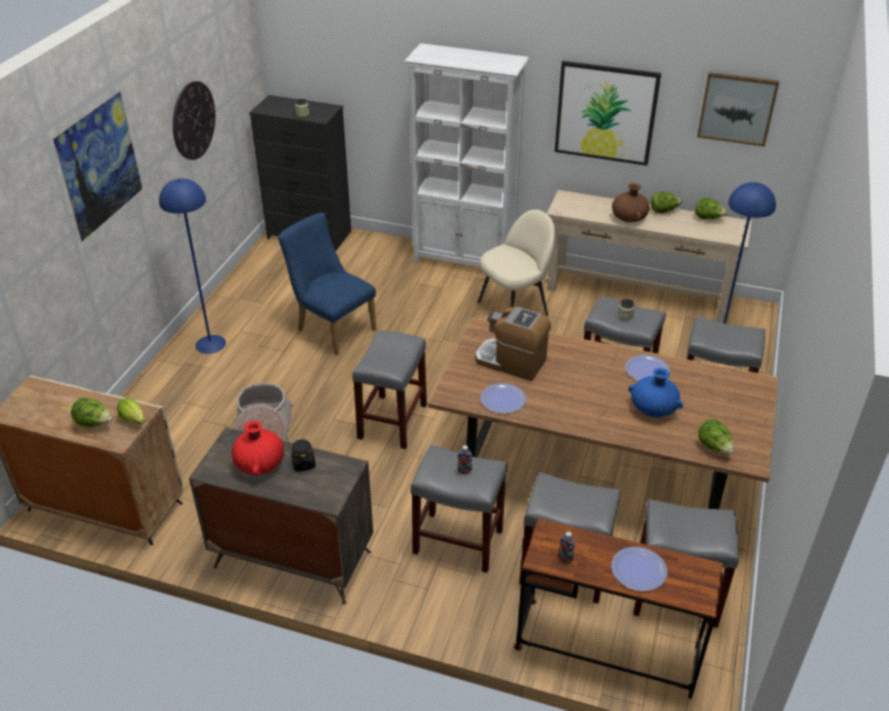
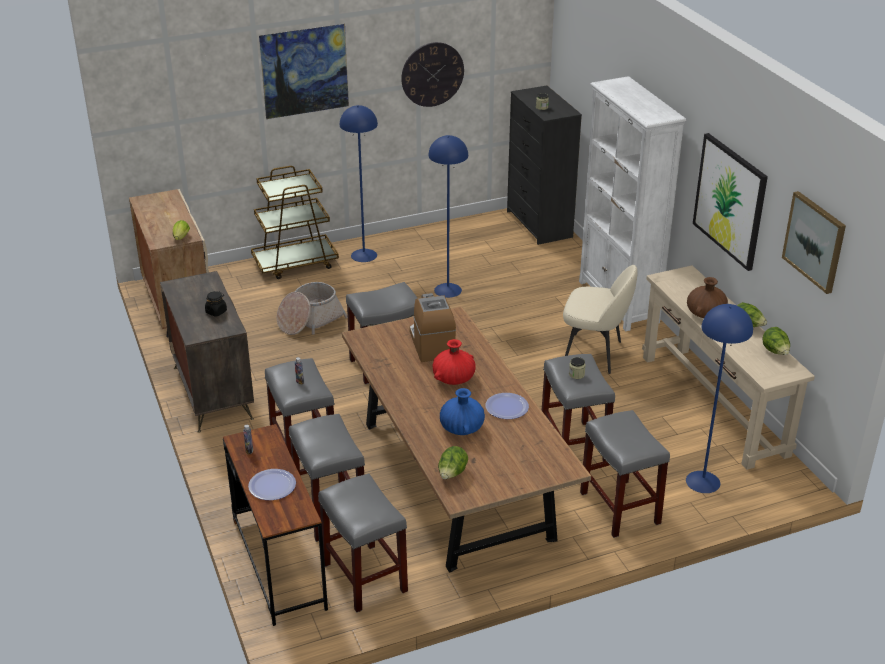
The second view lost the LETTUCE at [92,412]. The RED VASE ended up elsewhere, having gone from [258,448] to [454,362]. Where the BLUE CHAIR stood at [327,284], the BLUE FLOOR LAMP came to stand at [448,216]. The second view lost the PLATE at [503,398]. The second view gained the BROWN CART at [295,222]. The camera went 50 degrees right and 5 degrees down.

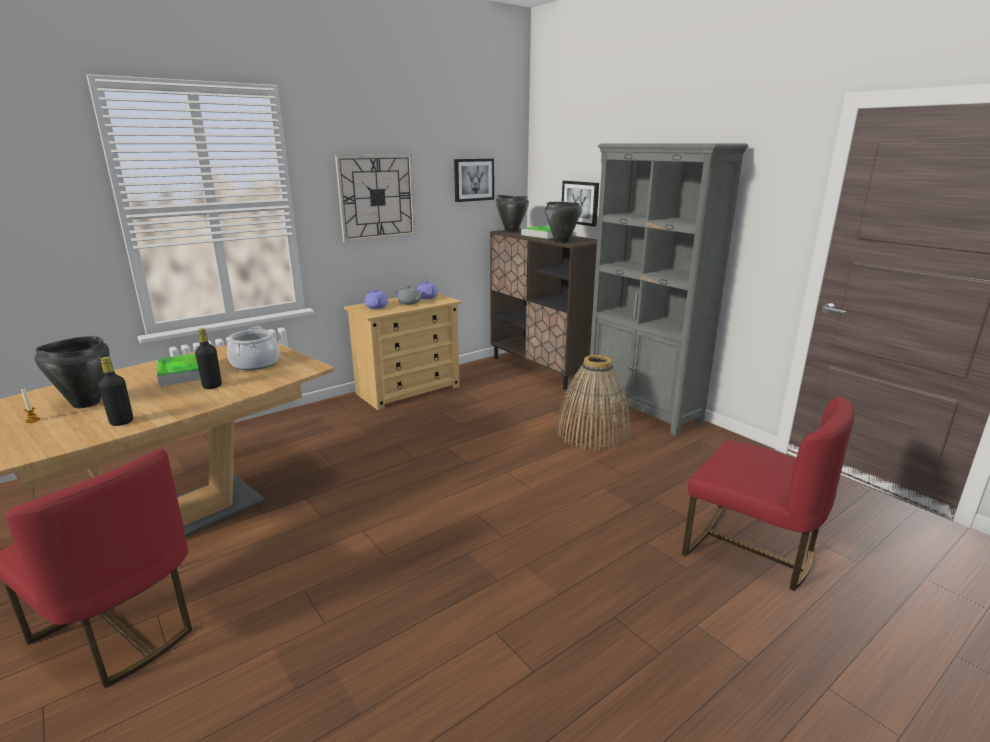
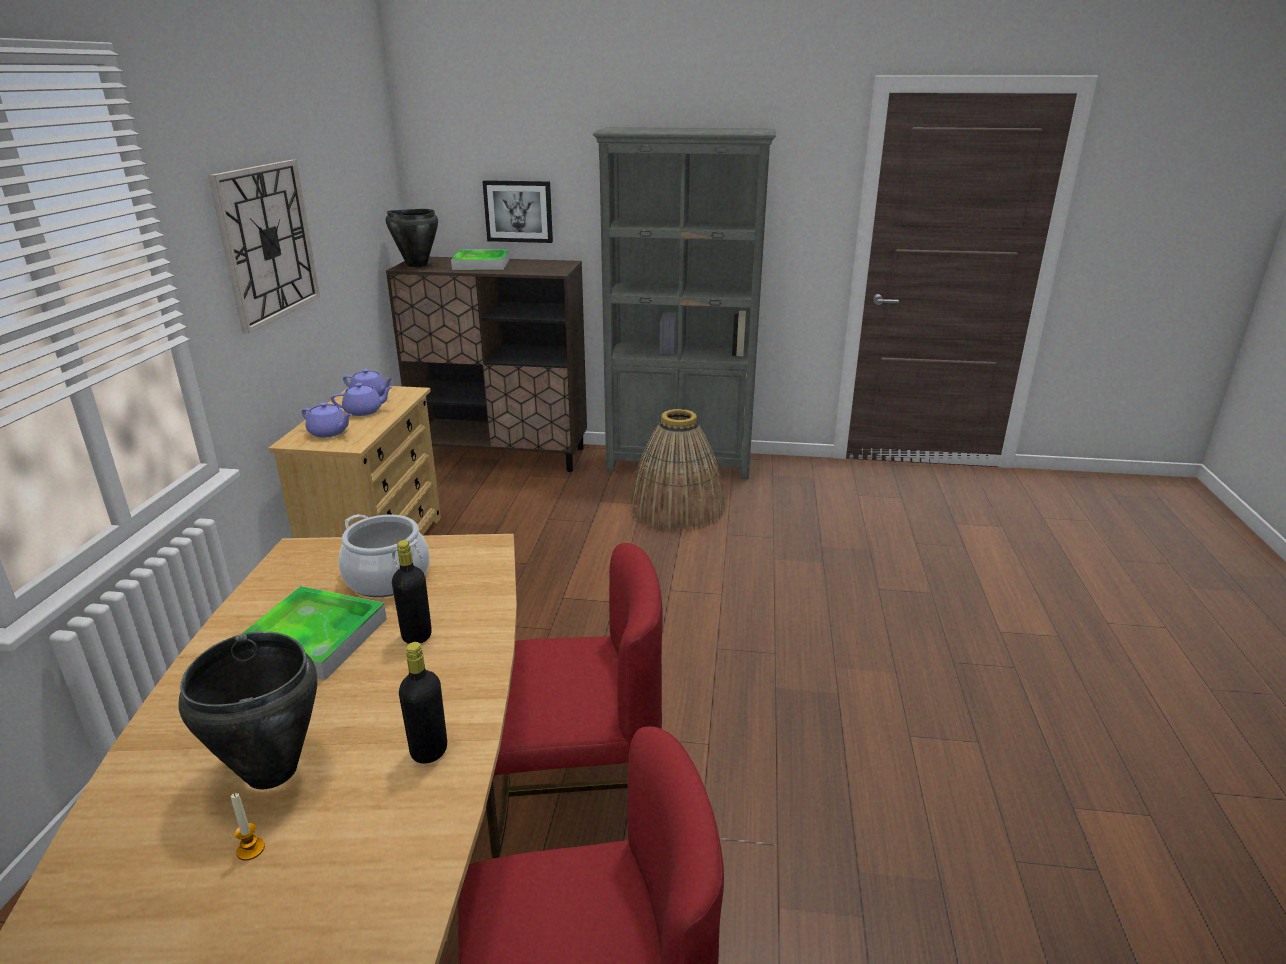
What was the GREY TEAPOT at [410,295] turned into the PURPLE TEAPOT at [362,399]. The second view lost the PICTURE at [474,180]. The second view lost the BLACK COOKING POT at [563,222]. The RED CHAIR ended up elsewhere, having gone from [768,494] to [574,700]. The camera went 45 degrees left and 5 degrees up.

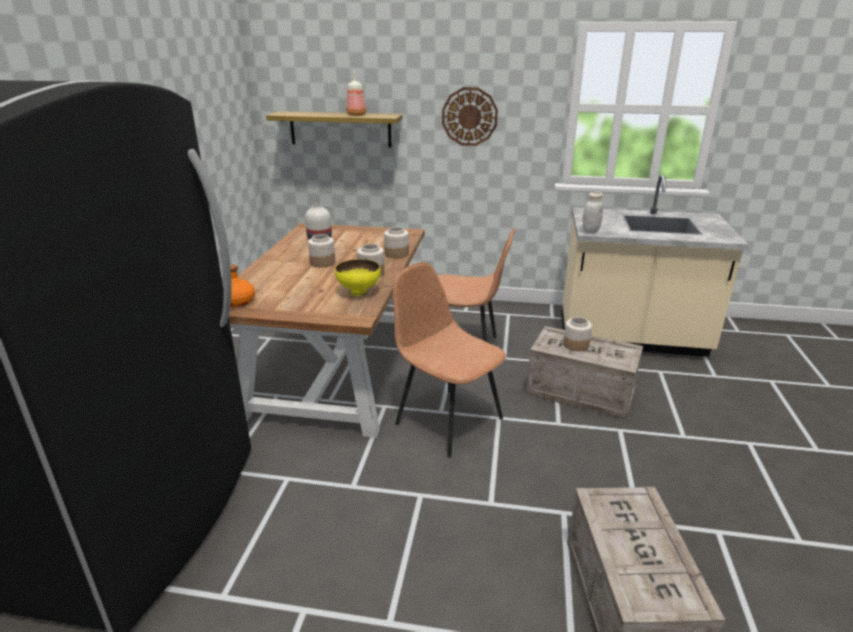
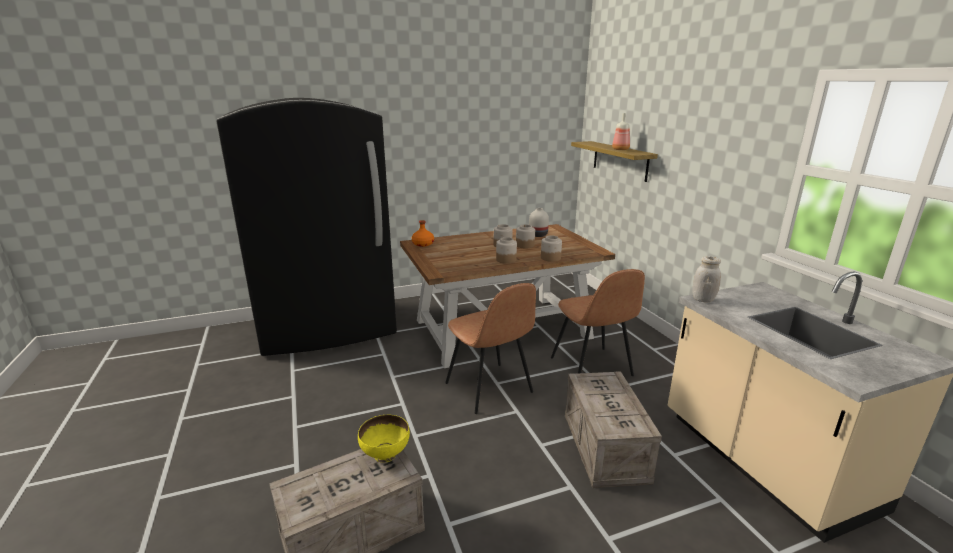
The YELLOW BOWL ended up elsewhere, having gone from [358,278] to [384,439]. The BROWN CHAIR at [449,360] ended up facing another way, 135 degrees clockwise from before. The second view lost the WALL CLOCK at [470,116]. The JAR ended up elsewhere, having gone from [577,334] to [525,236]. The camera went 60 degrees right and 5 degrees down.

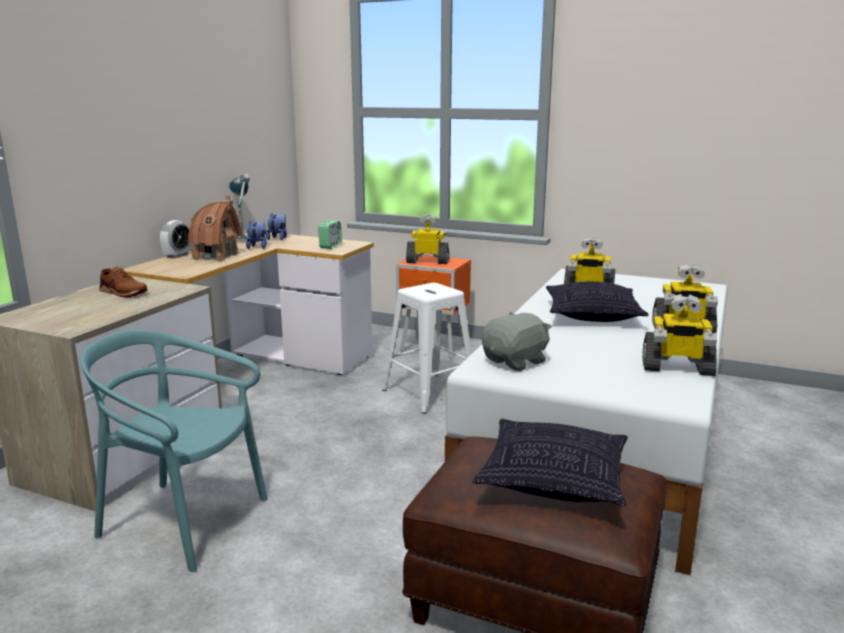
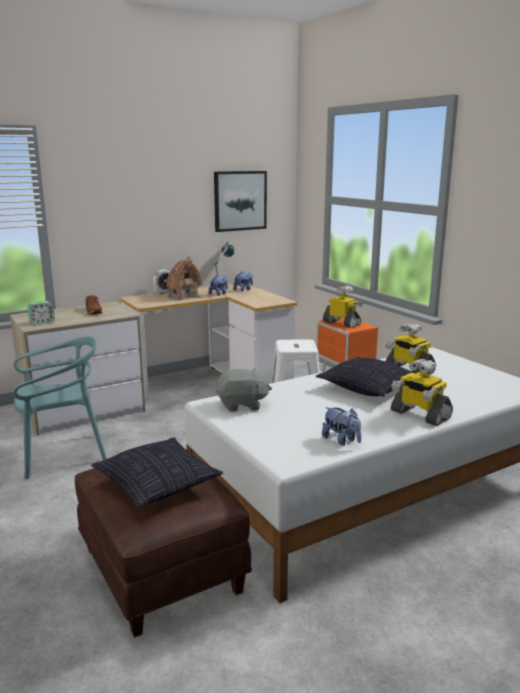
The TURQUOISE CHAIR at [174,451] ended up facing another way, 105 degrees clockwise from before. The ALARM CLOCK ended up elsewhere, having gone from [330,235] to [41,313]. Where the TOY ROBOT stood at [679,335], the PLUSH TOY came to stand at [341,426]. The second view gained the PICTURE at [240,201]. The camera went 35 degrees right and 0 degrees up.

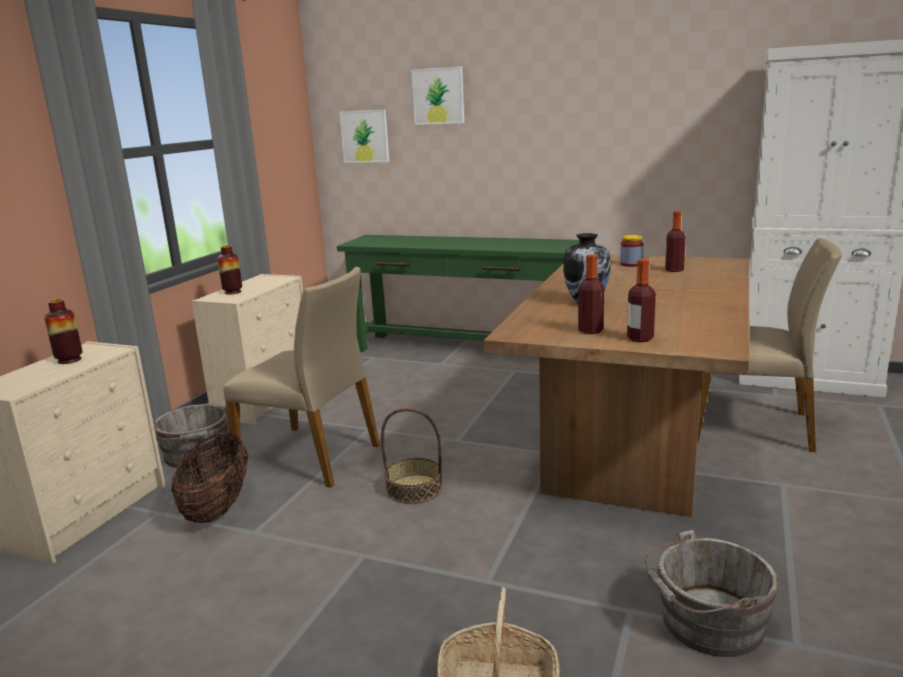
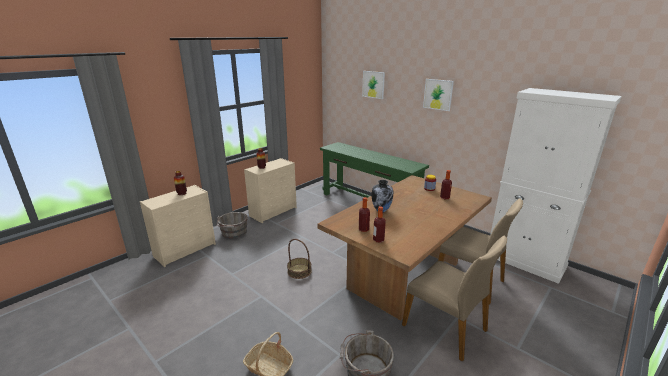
The second view lost the BASKET at [209,477]. The BEIGE CHAIR ended up elsewhere, having gone from [301,377] to [454,299]. The PICTURE ended up elsewhere, having gone from [364,136] to [438,95]. The camera went 20 degrees right and 5 degrees up.

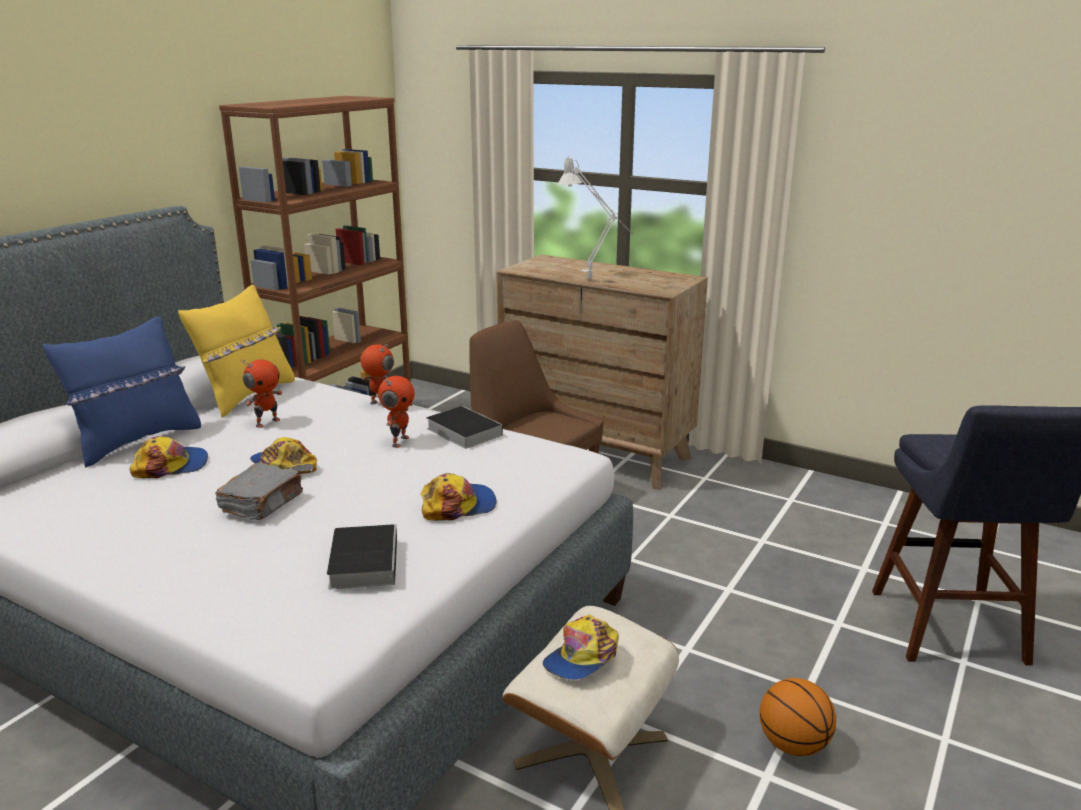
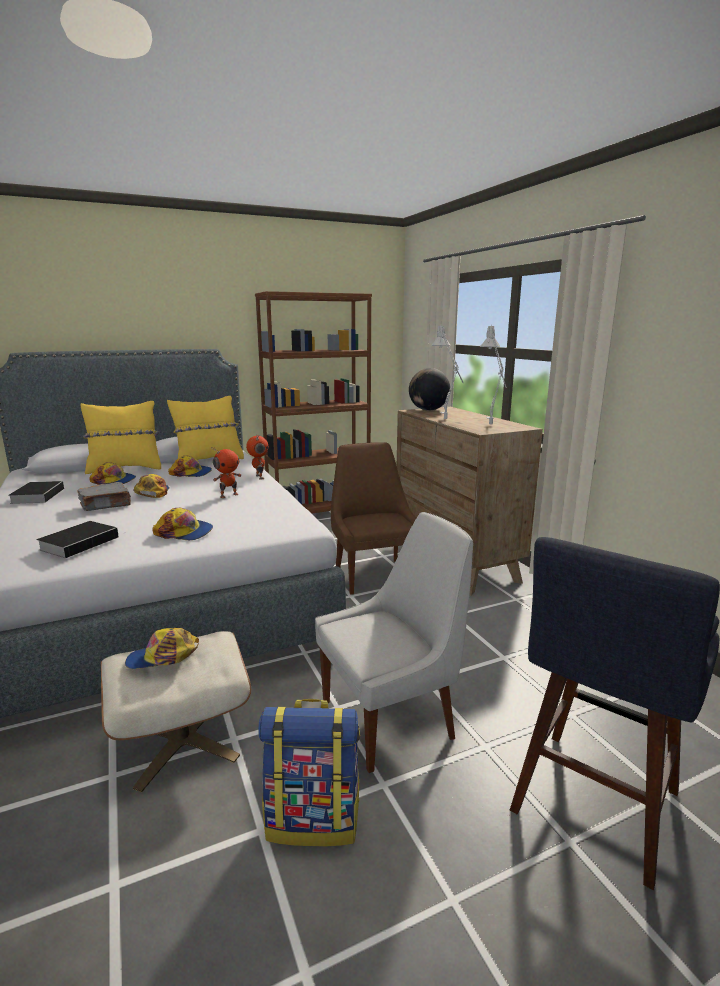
What was the BLUE PILLOW at [122,391] turned into the YELLOW PILLOW at [120,437]. Where the TOY ROBOT stood at [261,393], the CAP came to stand at [190,466]. The BOOK ended up elsewhere, having gone from [464,427] to [36,492]. Where the BASKETBALL stood at [798,717], the BACKPACK came to stand at [309,773]. The second view gained the WHITE CHAIR at [394,642]. The second view gained the GLOBE at [429,389]. The second view gained the GREY TABLE LAMP at [493,374]. The camera went 35 degrees right and 5 degrees down.

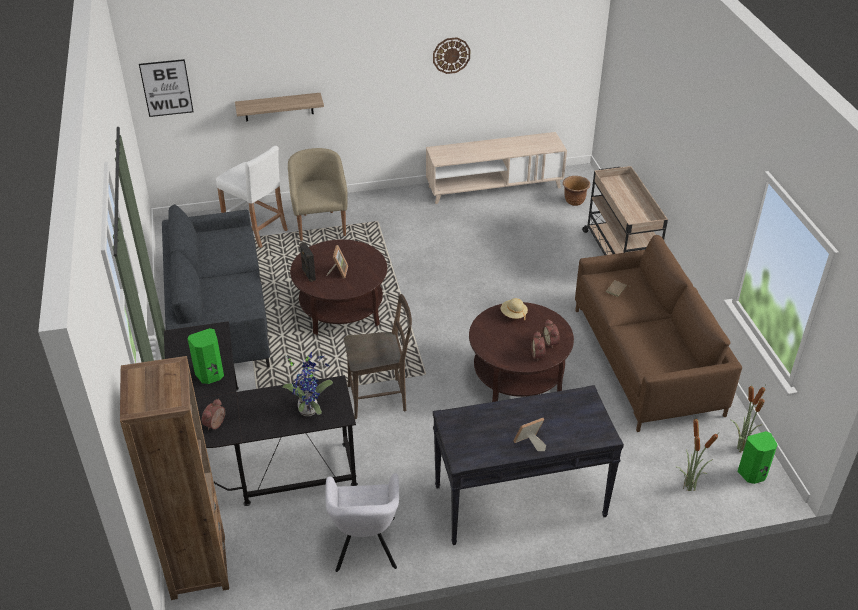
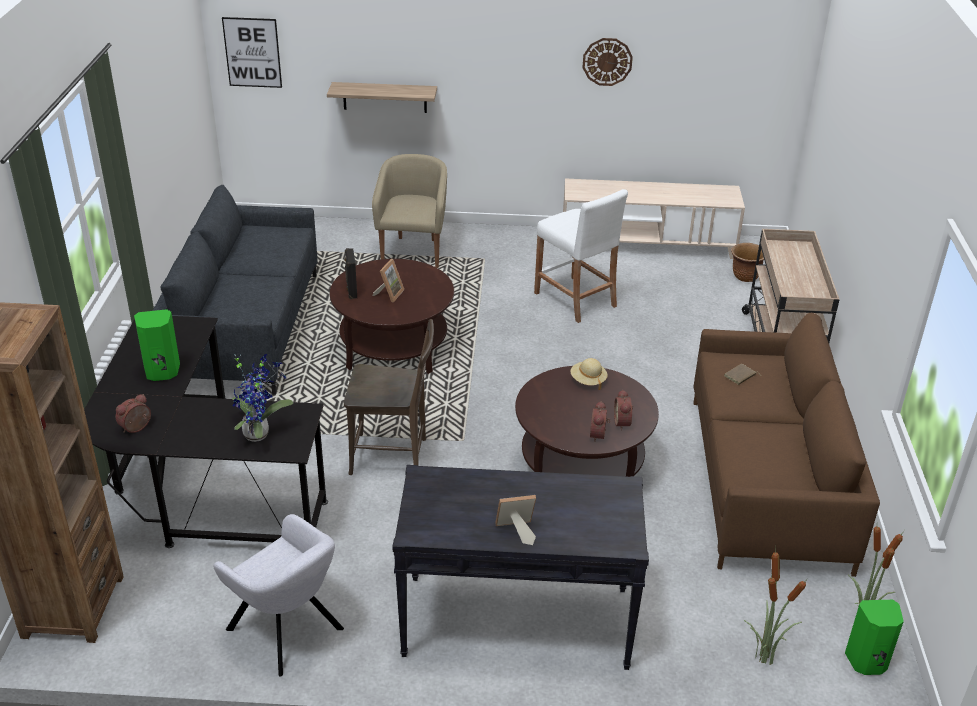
The WHITE STOOL ended up elsewhere, having gone from [252,197] to [581,256]. The GREY ARMCHAIR at [362,522] ended up facing another way, 60 degrees counterclockwise from before. The camera went 15 degrees right and 5 degrees down.

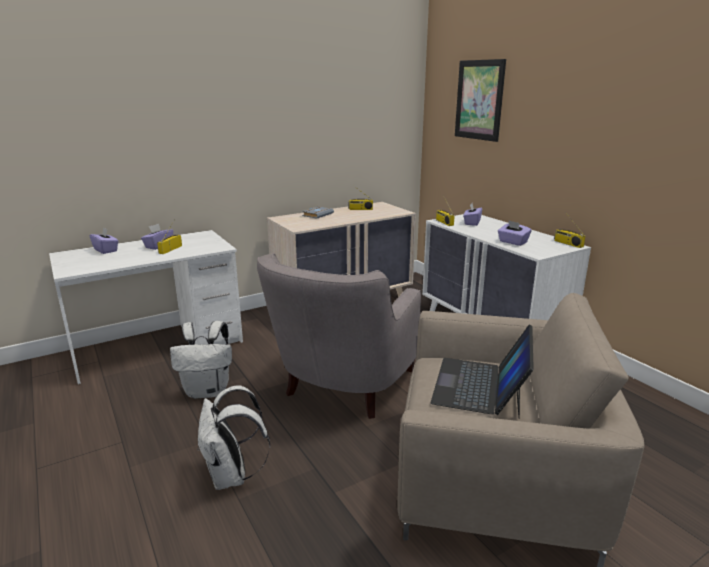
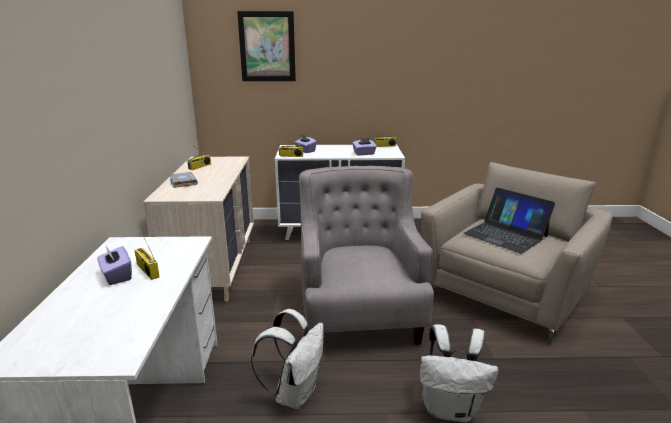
The second view lost the PURPLE TISSUE BOX at [104,240]. The GREY ARMCHAIR at [339,336] ended up facing another way, 150 degrees counterclockwise from before. The camera went 60 degrees left and 0 degrees up.

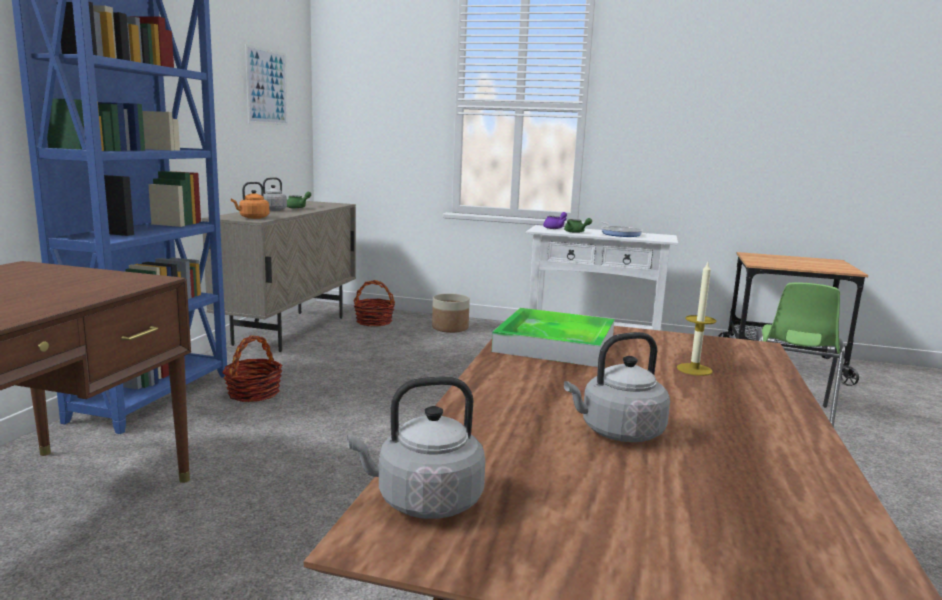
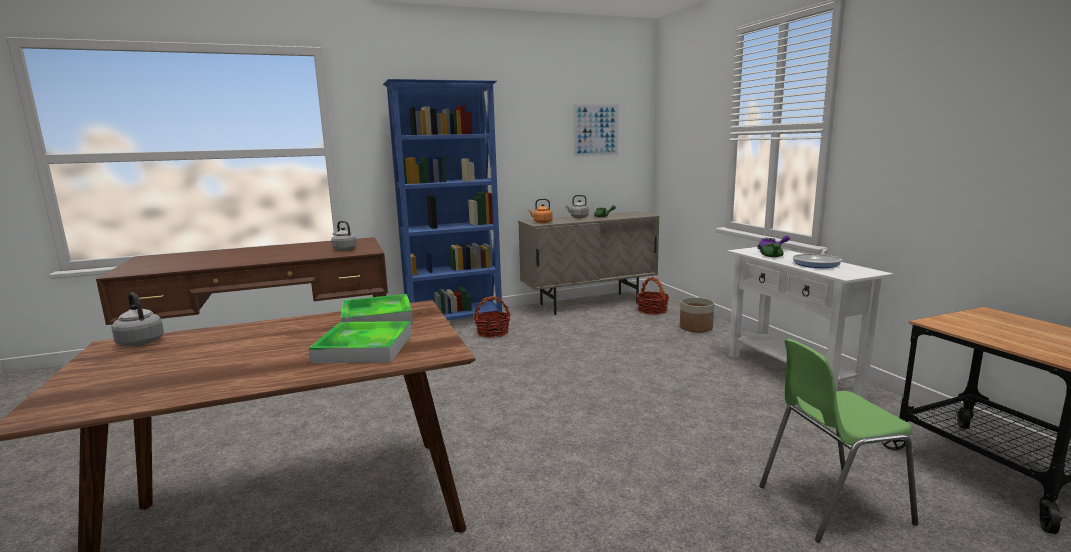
The GREY KETTLE ended up elsewhere, having gone from [617,387] to [344,236]. Where the CANDLE stood at [696,319], the TRAY came to stand at [360,342]. The camera went 55 degrees right and 0 degrees up.

